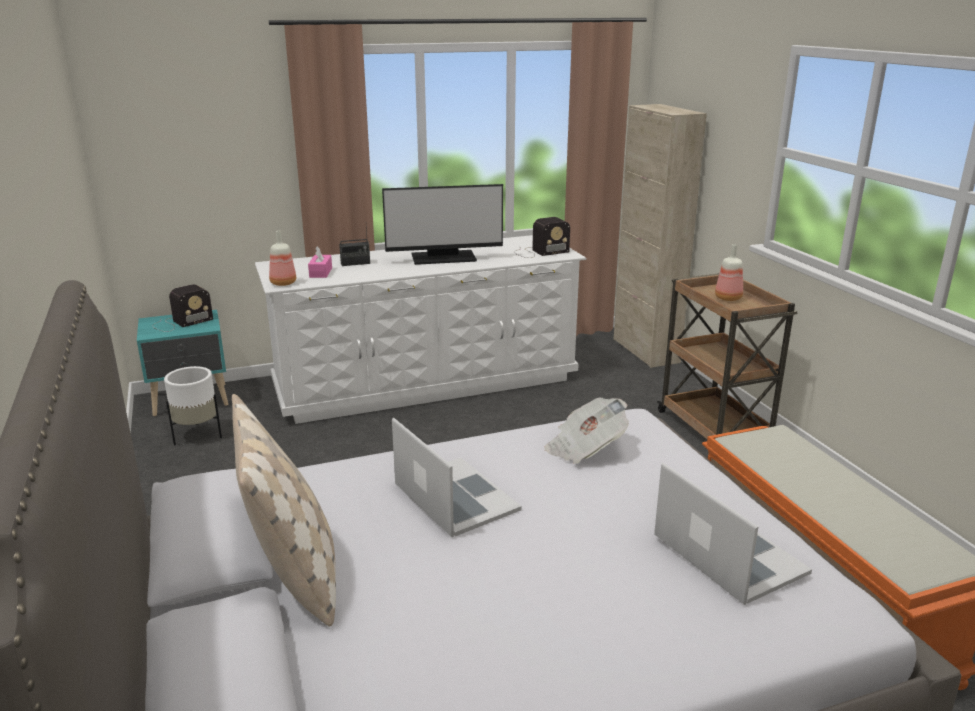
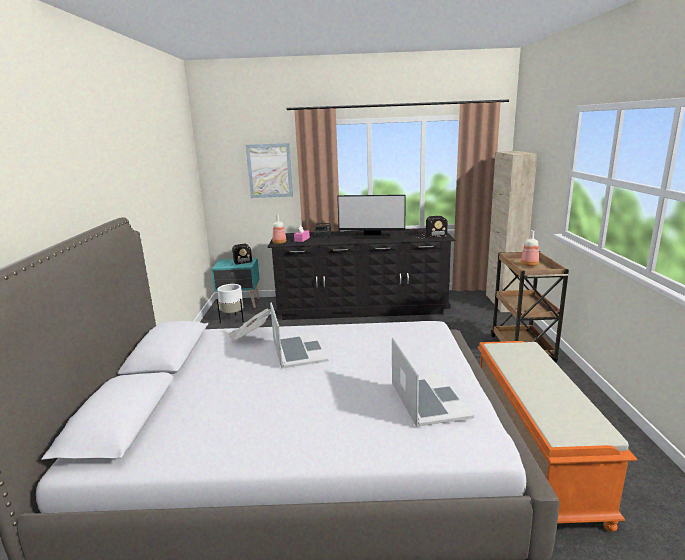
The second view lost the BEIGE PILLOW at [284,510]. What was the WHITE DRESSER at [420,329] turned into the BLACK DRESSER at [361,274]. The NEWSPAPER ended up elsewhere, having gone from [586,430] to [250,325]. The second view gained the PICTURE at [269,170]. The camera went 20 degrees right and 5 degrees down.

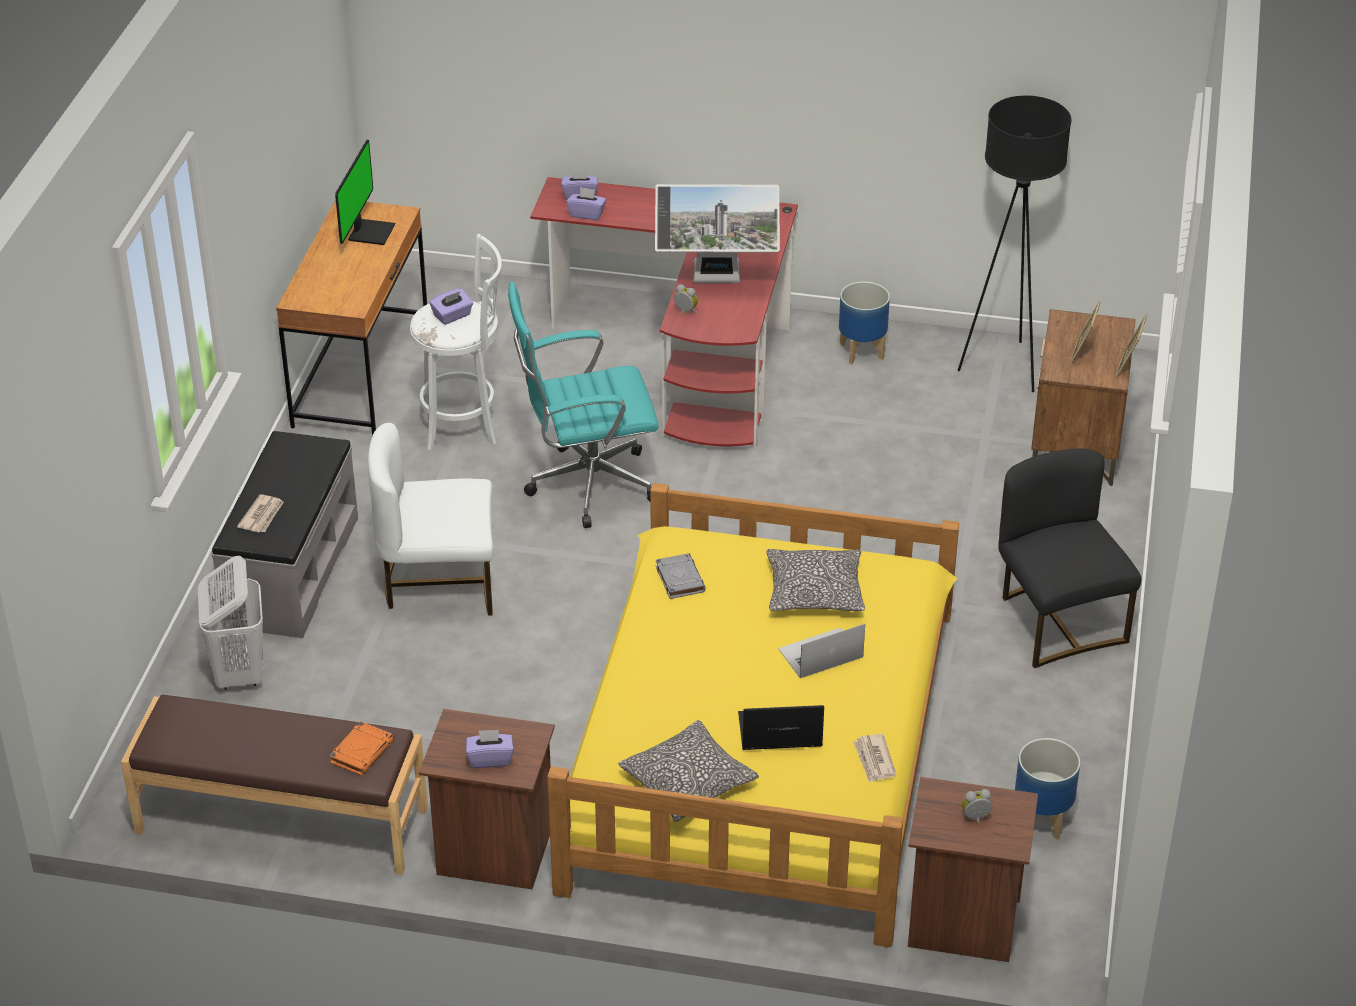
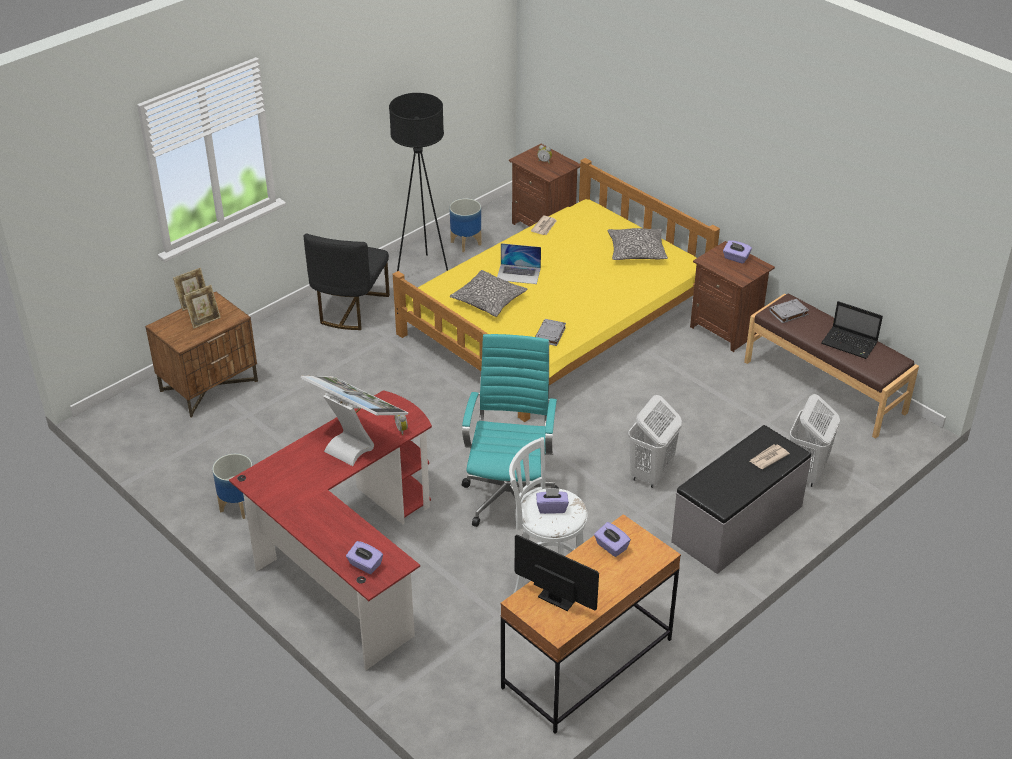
What was the ORANGE BOOK at [361,748] turned into the GREY BOOK at [789,311]. The MONITOR at [365,192] ended up facing another way, 75 degrees clockwise from before. Where the WHITE CHAIR stood at [431,519], the WHITE LAUNDRY BASKET came to stand at [655,441]. The TURQUOISE OFFICE CHAIR at [583,404] ended up facing another way, 105 degrees counterclockwise from before. The PURPLE TISSUE BOX ended up elsewhere, having gone from [586,203] to [612,539]. The LAPTOP ended up elsewhere, having gone from [781,727] to [852,330]. The BLACK FLOOR LAMP ended up elsewhere, having gone from [1014,244] to [418,182]. The camera went 145 degrees left and 0 degrees up.

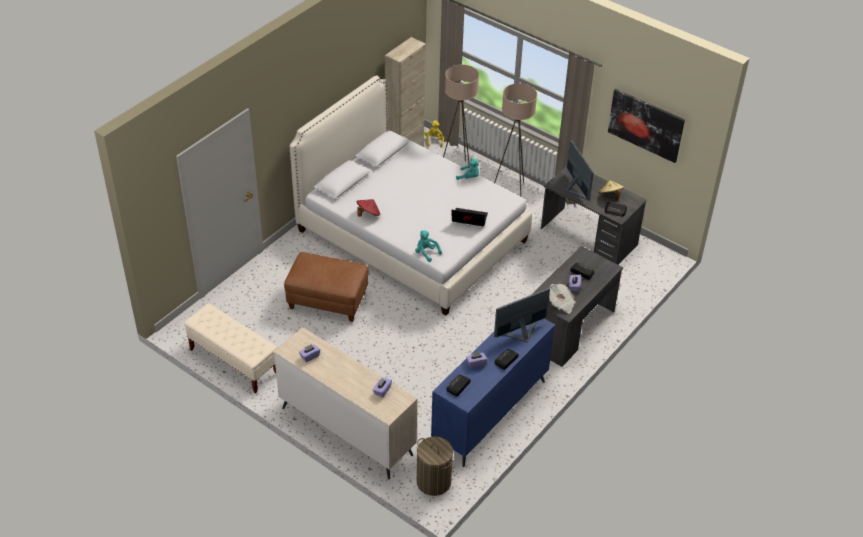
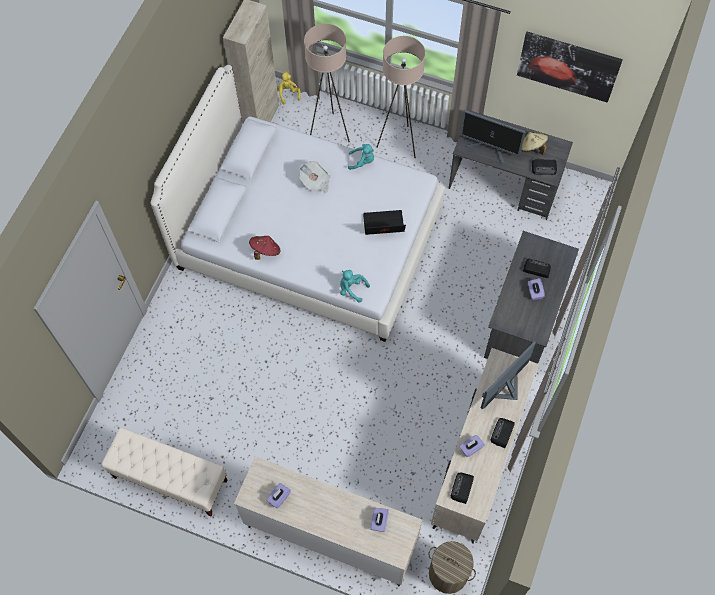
The second view lost the BROWN OTTOMAN at [326,287]. What was the BLUE DRESSER at [493,393] turned into the BEIGE DRESSER at [485,446]. The NEWSPAPER ended up elsewhere, having gone from [562,299] to [315,177]. The MONITOR at [579,170] ended up facing another way, 150 degrees clockwise from before. The camera went 15 degrees left and 20 degrees up.

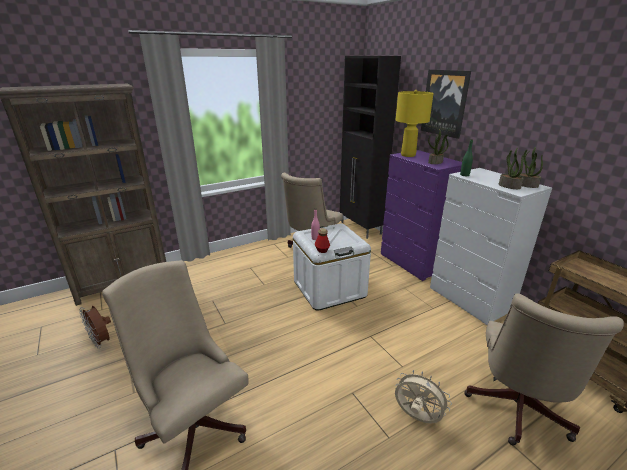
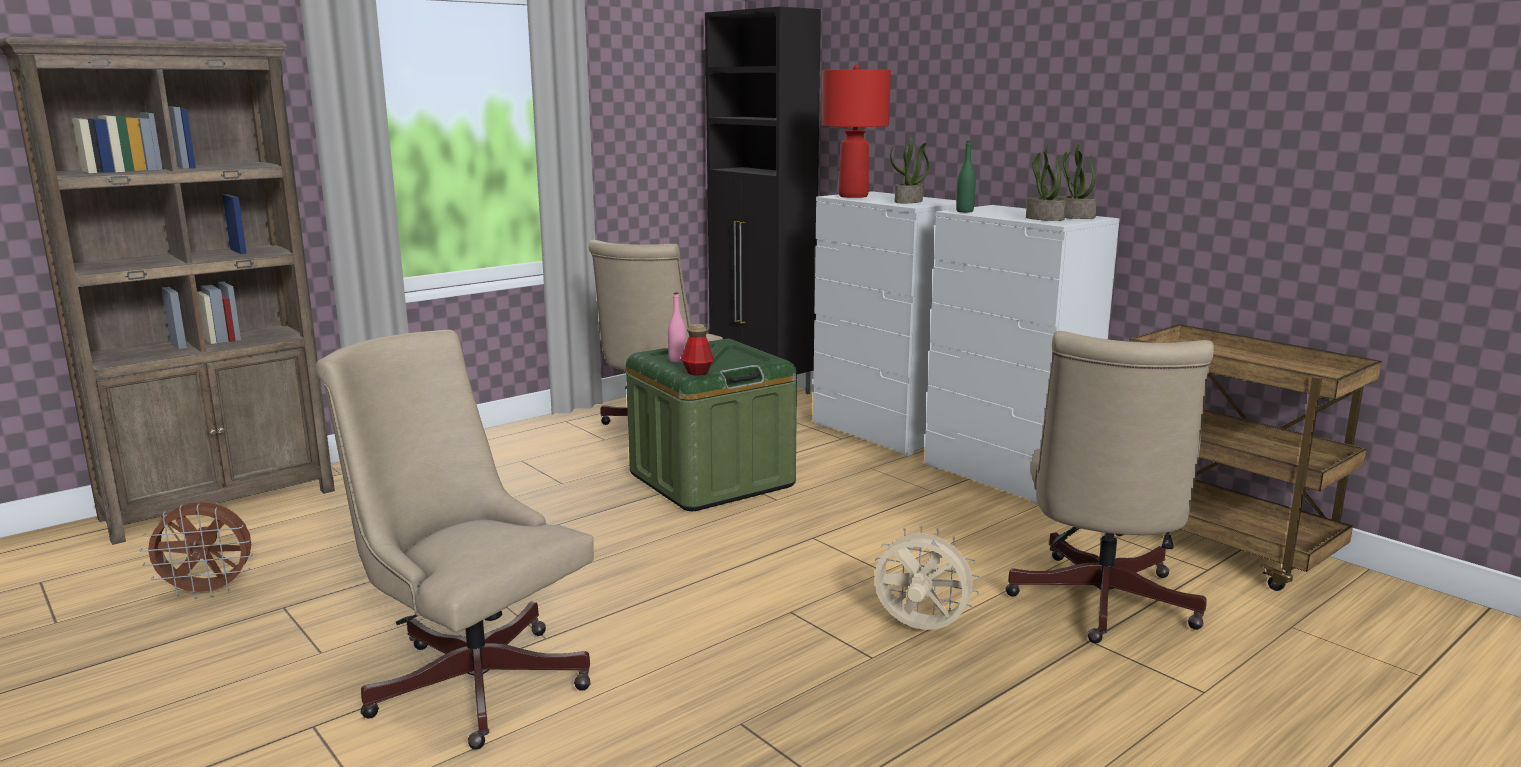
The BROWN FAN at [95,327] ended up facing another way, 45 degrees counterclockwise from before. What was the WHITE STORAGE BOX at [332,267] turned into the GREEN STORAGE BOX at [711,425]. What was the PURPLE DRESSER at [421,215] turned into the WHITE DRESSER at [884,323]. What was the YELLOW TABLE LAMP at [414,123] turned into the RED TABLE LAMP at [856,131]. The second view lost the PICTURE at [446,104]. The camera went 10 degrees left and 10 degrees down.

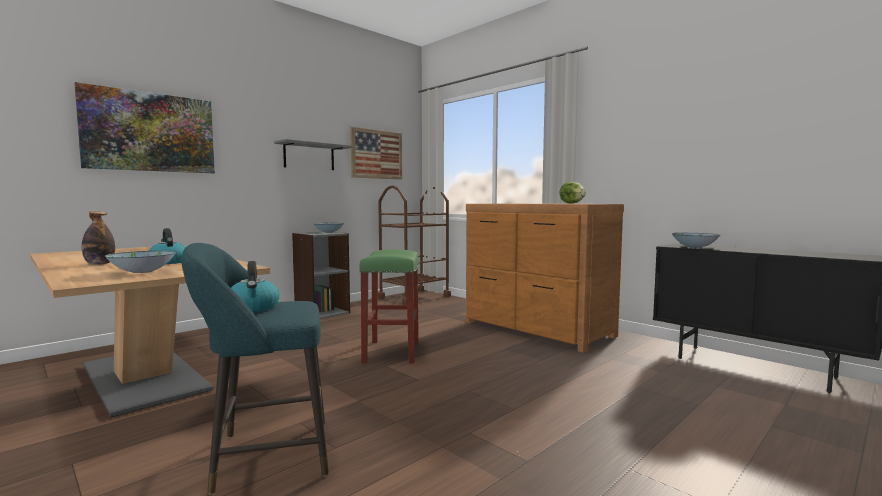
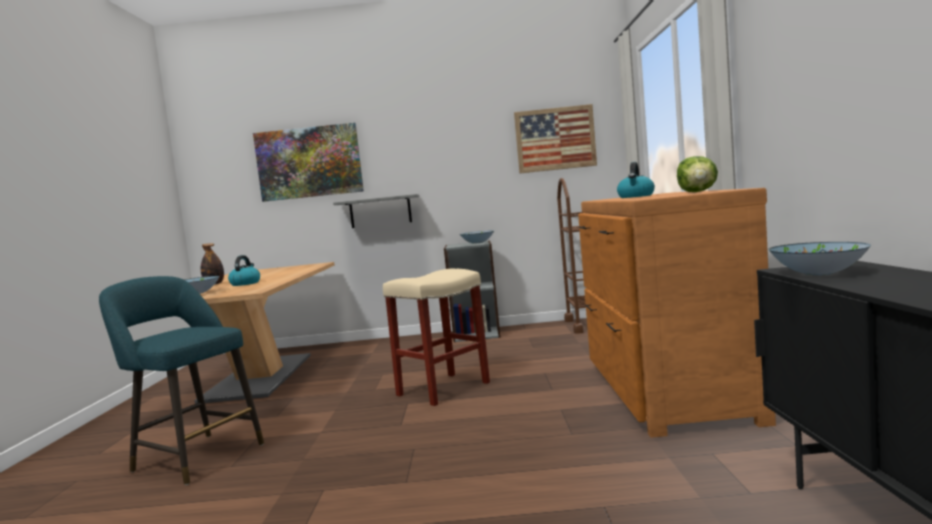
The KETTLE ended up elsewhere, having gone from [255,286] to [636,180]. The GREY SHELF ended up elsewhere, having gone from [313,154] to [376,211]. What was the GREEN STOOL at [389,306] turned into the BEIGE STOOL at [436,337]. The camera went 45 degrees right and 0 degrees up.

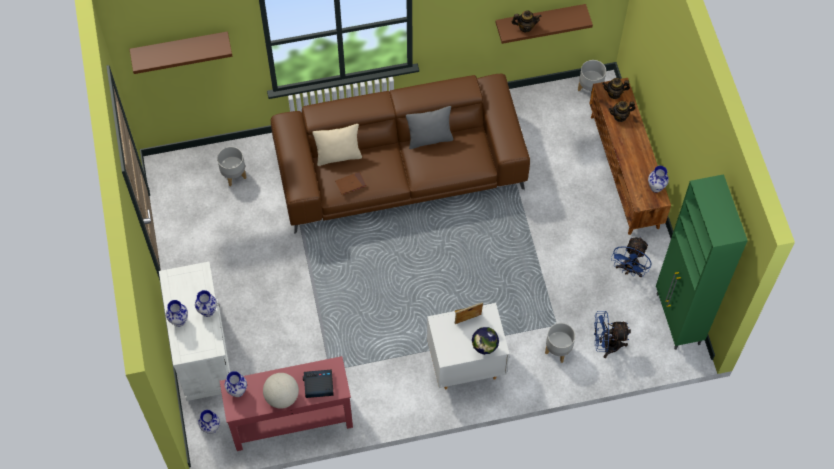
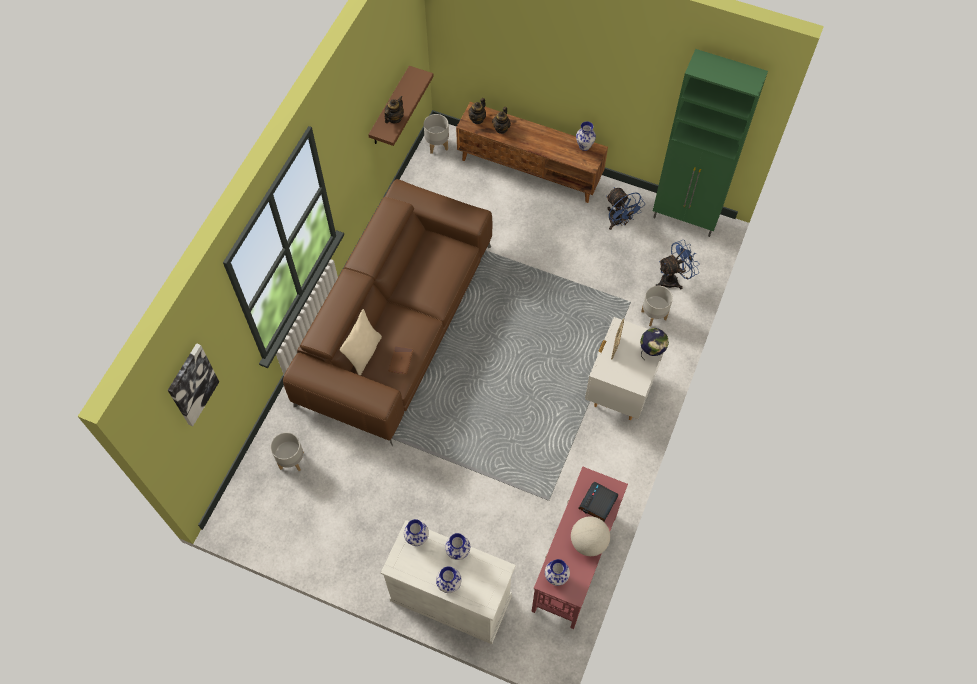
Where the BROWN SHELF hung at [181,52], the PICTURE came to hang at [193,384]. The VASE ended up elsewhere, having gone from [209,422] to [416,532]. The second view lost the GREY PILLOW at [429,127]. The BLUE FAN at [612,334] ended up facing another way, 150 degrees counterclockwise from before. The camera went 55 degrees left and 0 degrees up.

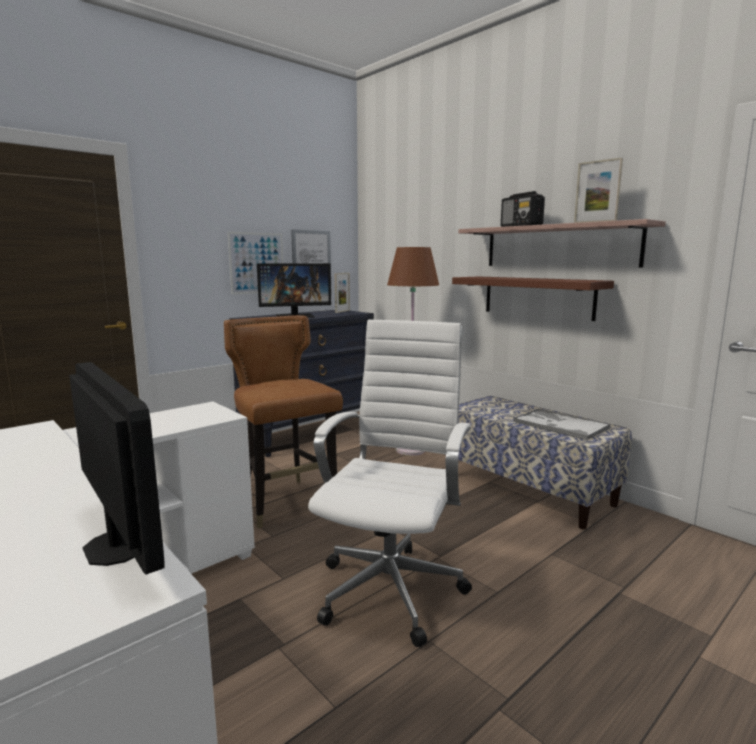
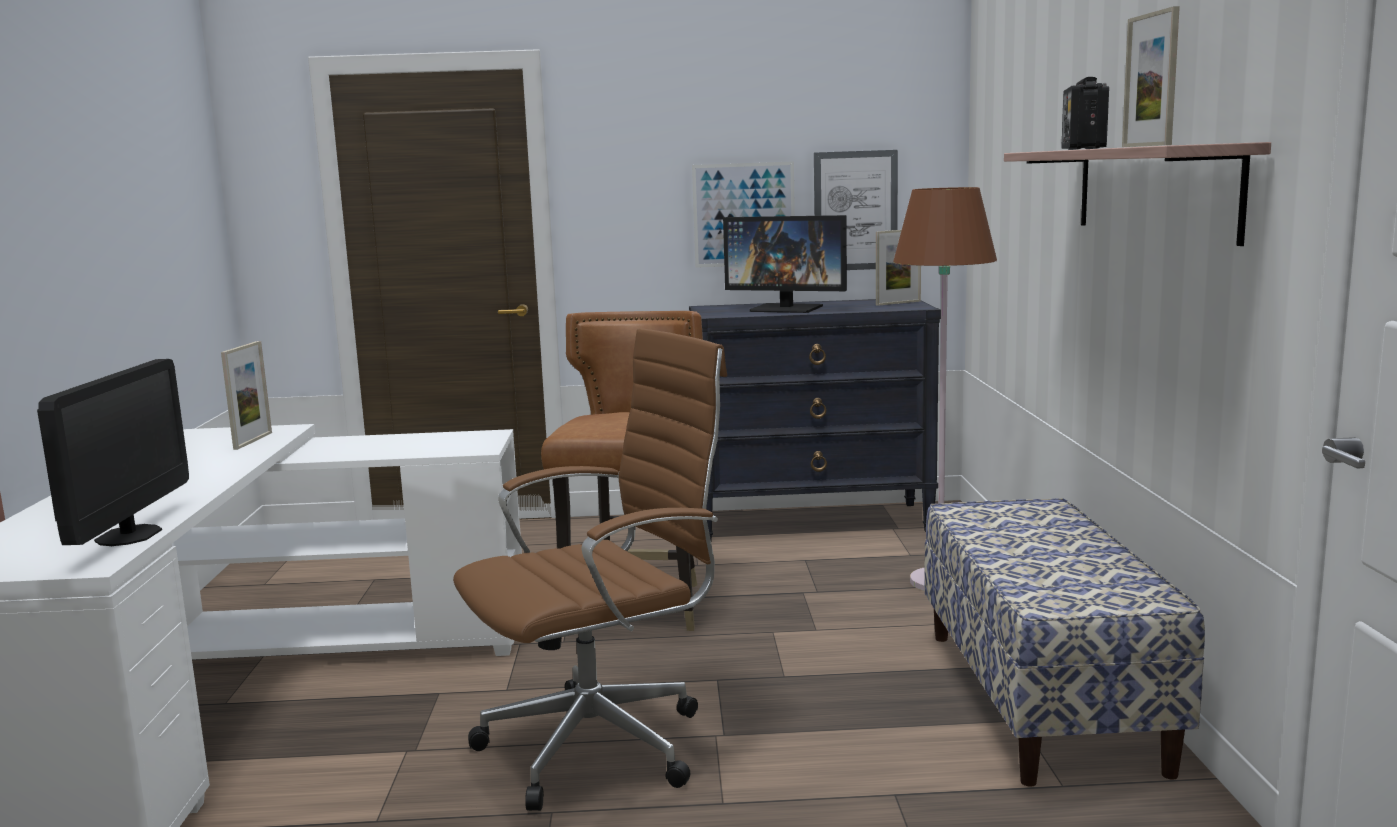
What was the WHITE OFFICE CHAIR at [390,483] turned into the BROWN OFFICE CHAIR at [590,569]. The second view lost the BROWN SHELF at [533,298]. The second view lost the TRAY at [562,424]. The second view gained the PICTURE FRAME at [246,395]. The camera went 40 degrees right and 0 degrees up.

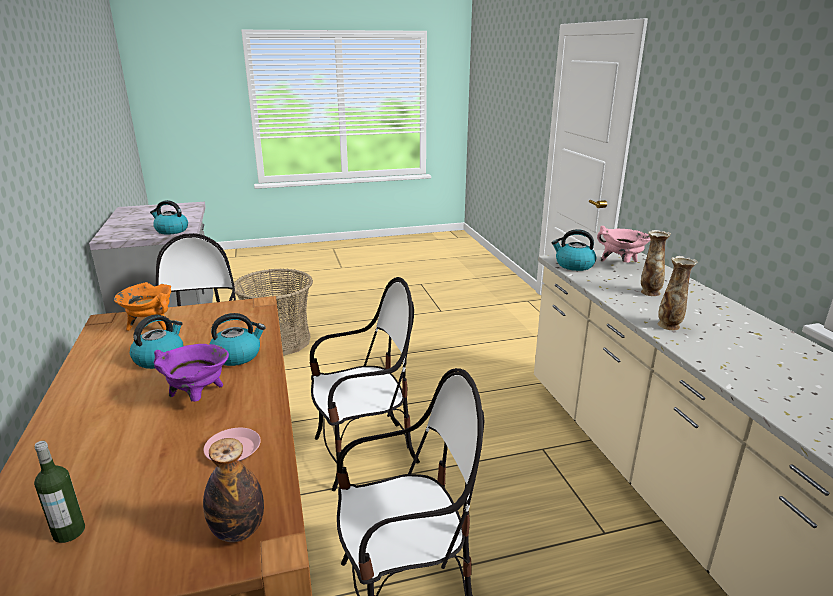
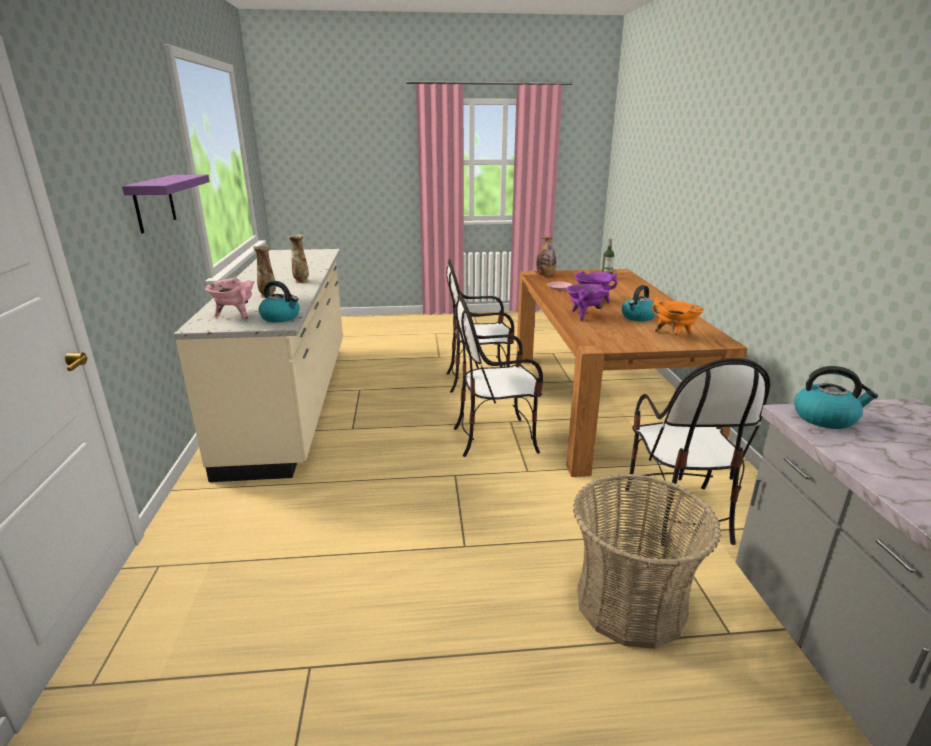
Where the KETTLE stood at [237,339], the PURPLE COOKING POT came to stand at [587,302]. The second view gained the PURPLE SHELF at [166,204]. The camera went 170 degrees left and 0 degrees up.

